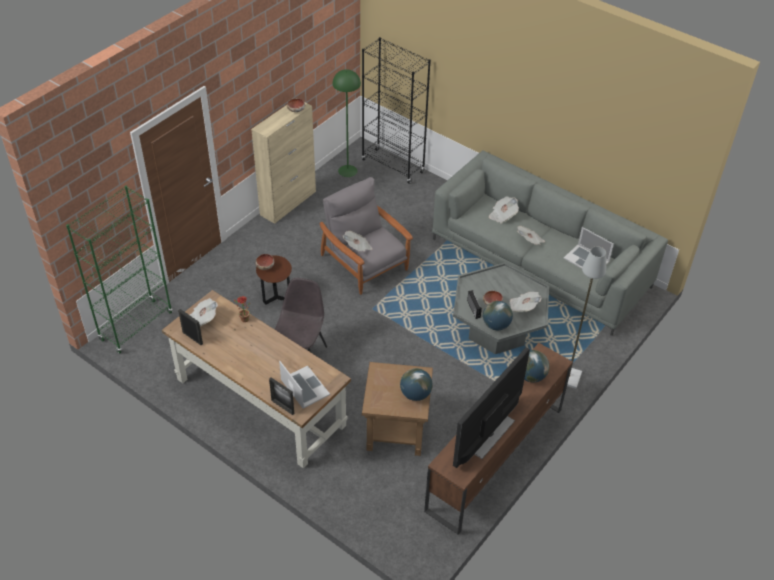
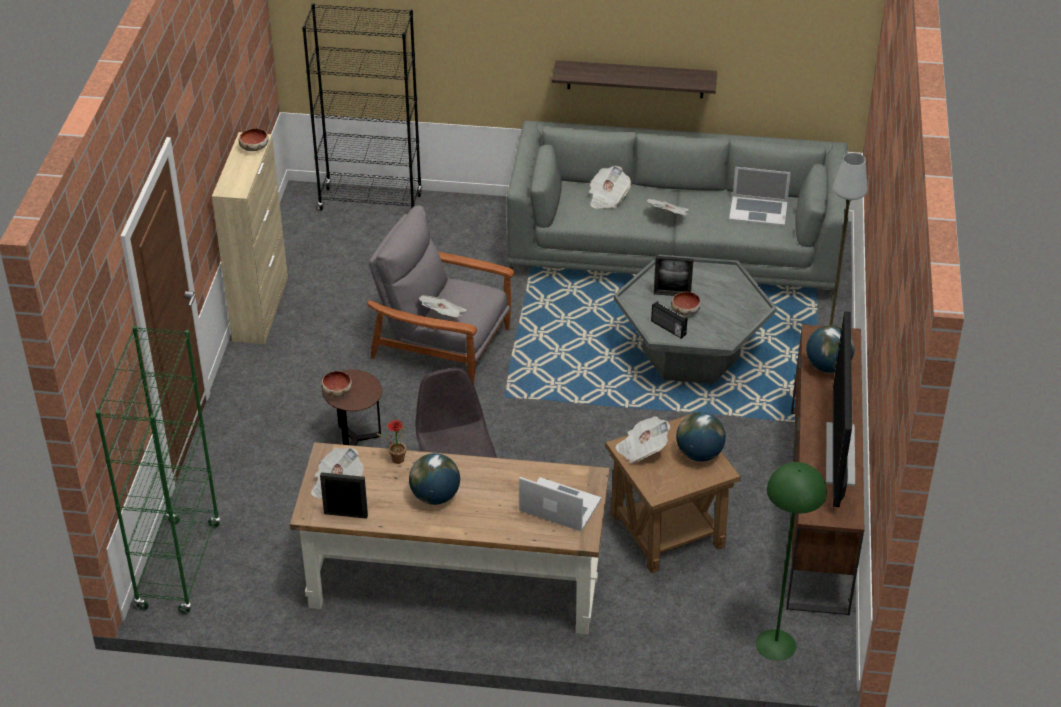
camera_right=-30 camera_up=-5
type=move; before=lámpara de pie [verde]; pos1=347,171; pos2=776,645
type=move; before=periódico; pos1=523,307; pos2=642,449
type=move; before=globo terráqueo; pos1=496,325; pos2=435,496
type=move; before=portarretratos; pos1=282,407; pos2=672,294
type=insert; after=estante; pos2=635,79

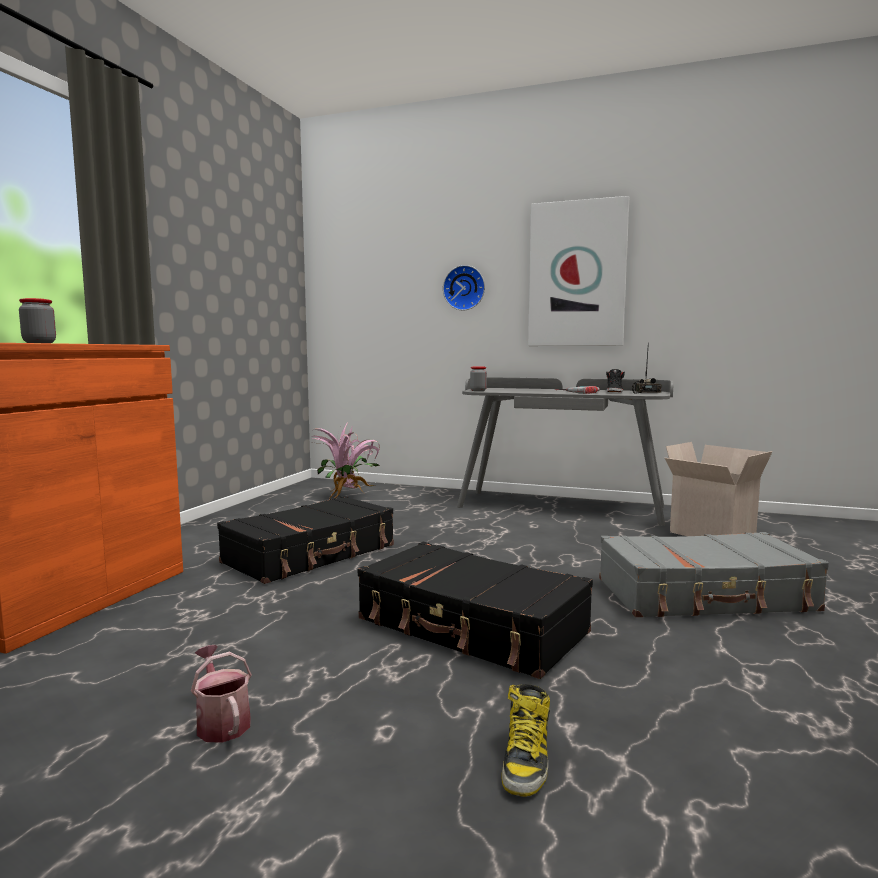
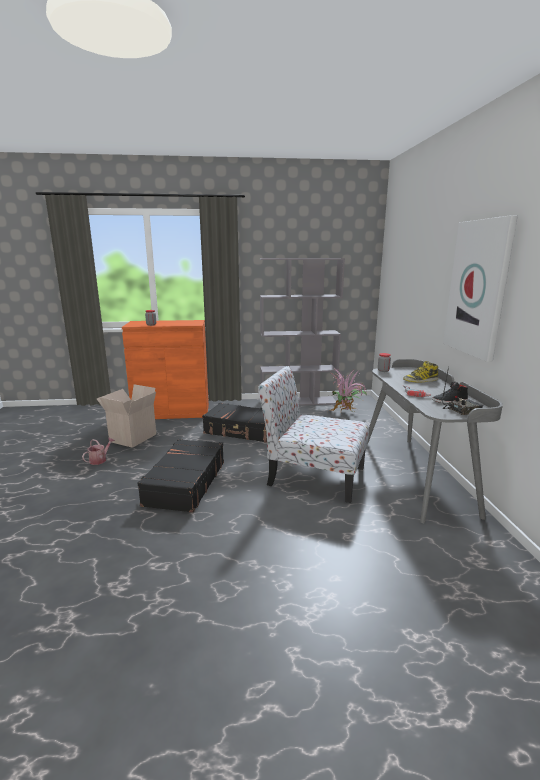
camera_right=65 camera_up=10
type=delete; before=reloj de pared; pos1=464,288
type=move; before=caja de cartón; pos1=710,534; pos2=132,437
type=delete; before=maleta [gris]; pos1=705,595
type=move; before=bota; pos1=526,759; pos2=420,380
type=insert; after=estantería [gris]; pos2=298,401
type=insert; after=silla; pos2=313,476

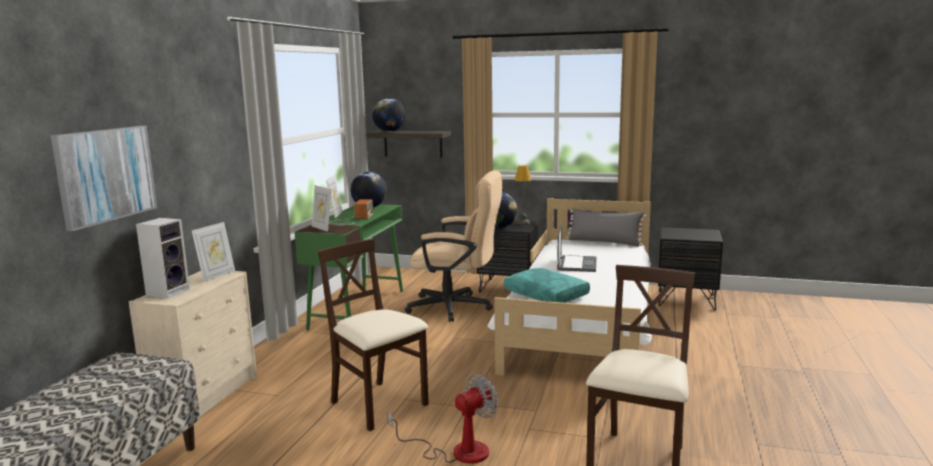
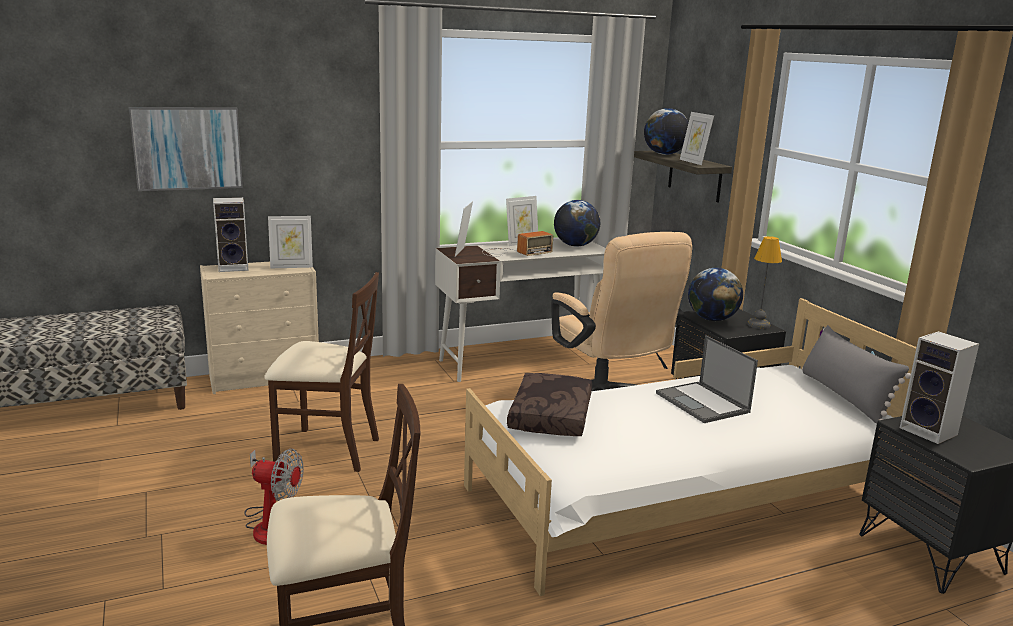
camera_right=50 camera_up=5
type=recolor; before=escritorio [verde]; after=escritorio [blanco]; pos1=358,308; pos2=521,361
type=rotate; before=portátil; pos1=577,264; pos2=703,403; turn=90
type=rotate; before=silla [beis]; pos1=378,404; pos2=327,450; turn=90
type=recolor; before=cojín [turquesa]; after=cojín [marrón]; pos1=547,295; pos2=552,417
type=insert; after=portarretratos; pos2=693,162
type=insert; after=altavoz; pos2=930,432

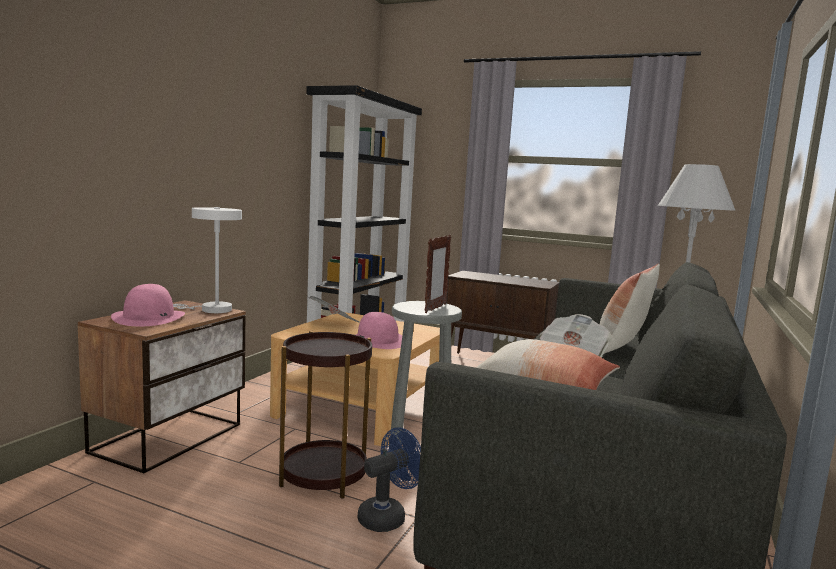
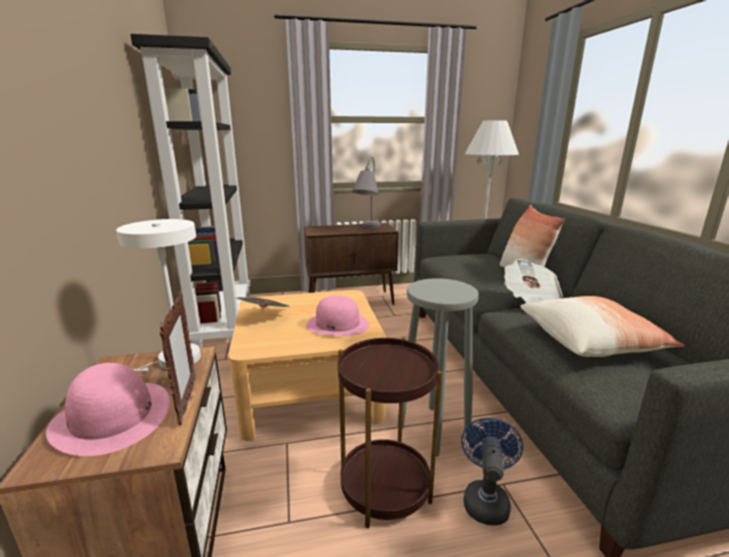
camera_right=-35 camera_up=10
type=move; before=portarretratos; pos1=435,308; pos2=187,401
type=insert; after=lámpara de mesa [gris]; pos2=367,228

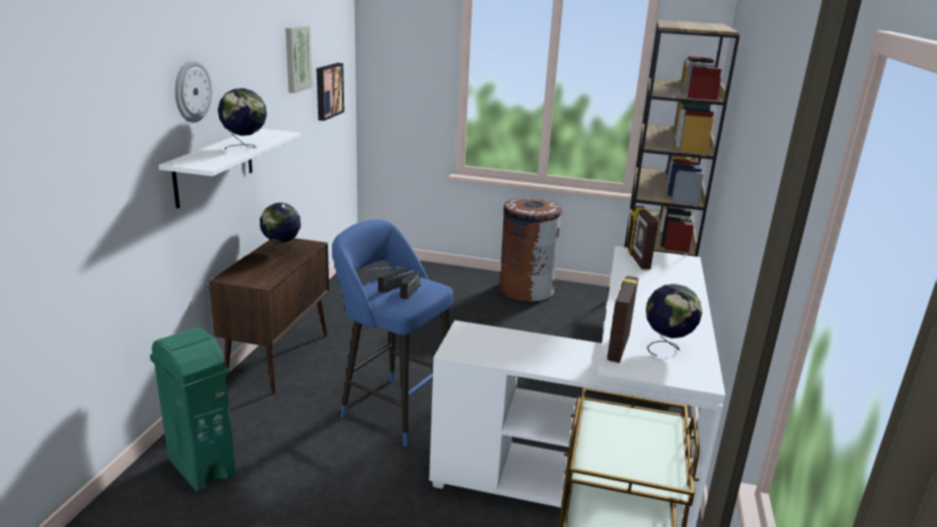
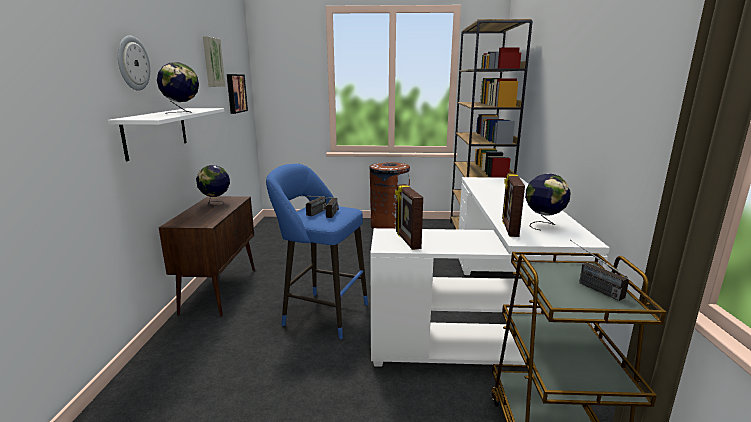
camera_right=-10 camera_up=-5
type=move; before=portarretratos; pos1=637,260; pos2=407,240
type=delete; before=papelera [verde]; pos1=201,466
type=insert; after=radio; pos2=589,286

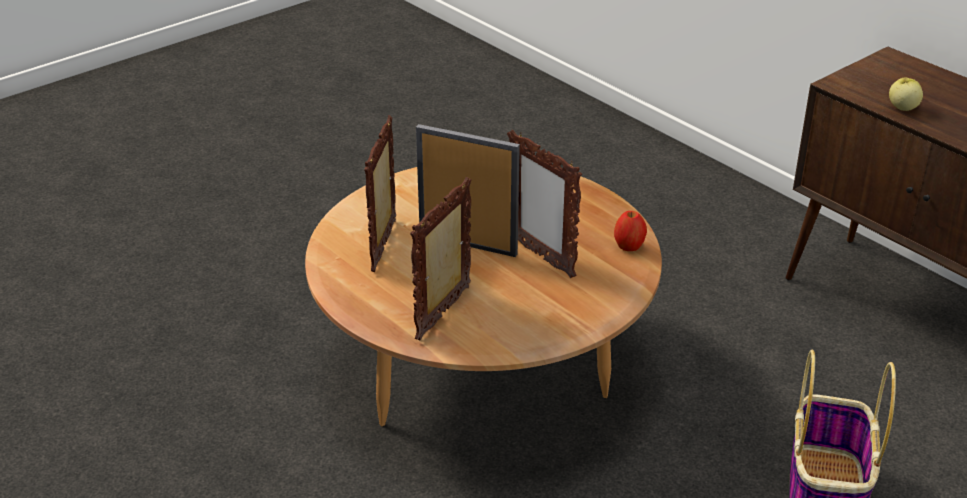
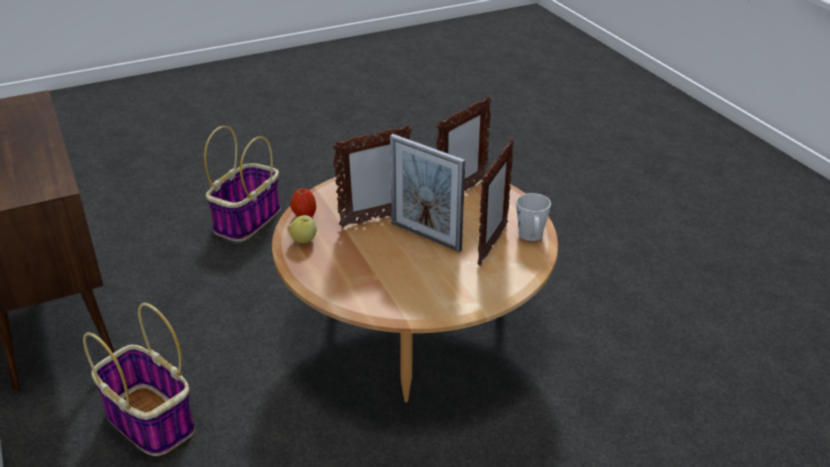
camera_right=-165 camera_up=0
type=move; before=manzana; pos1=902,108; pos2=304,240
type=rotate; before=portarretratos; pos1=540,256; pos2=375,219; turn=90
type=insert; after=taza grande [gris]; pos2=531,237
type=insert; after=cesta; pos2=148,420

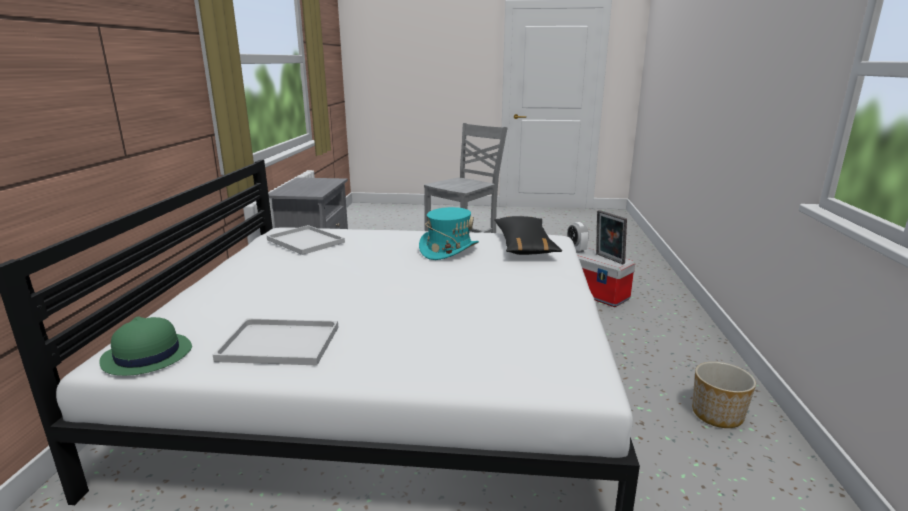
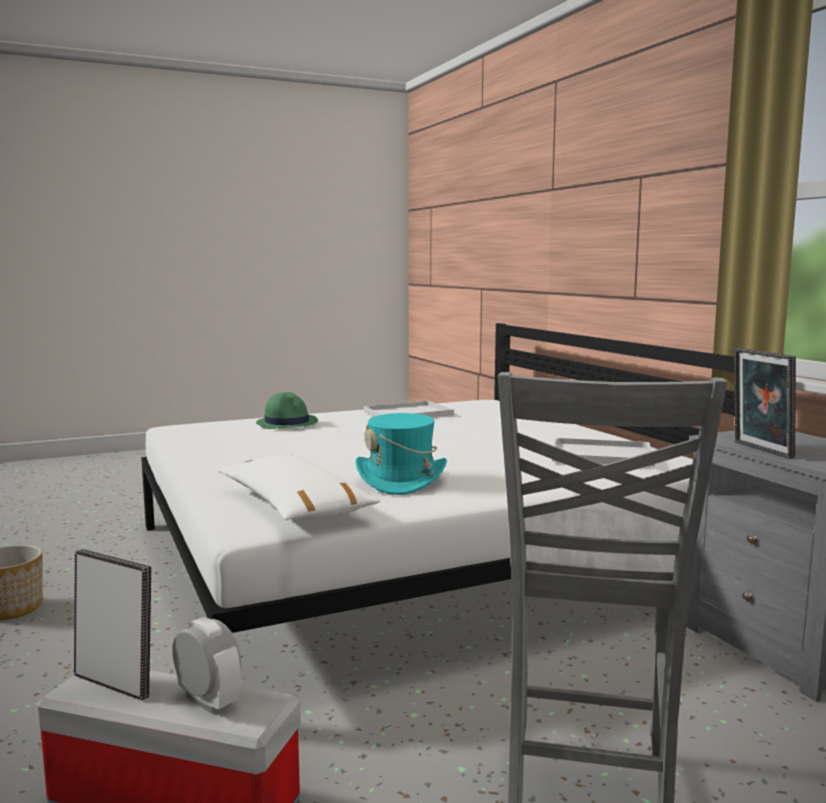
camera_right=150 camera_up=-10
type=recolor; before=cojín [negro]; after=cojín [blanco]; pos1=524,245; pos2=294,506
type=move; before=sombrero [verde]; pos1=147,355; pos2=287,423
type=insert; after=portarretratos; pos2=759,450

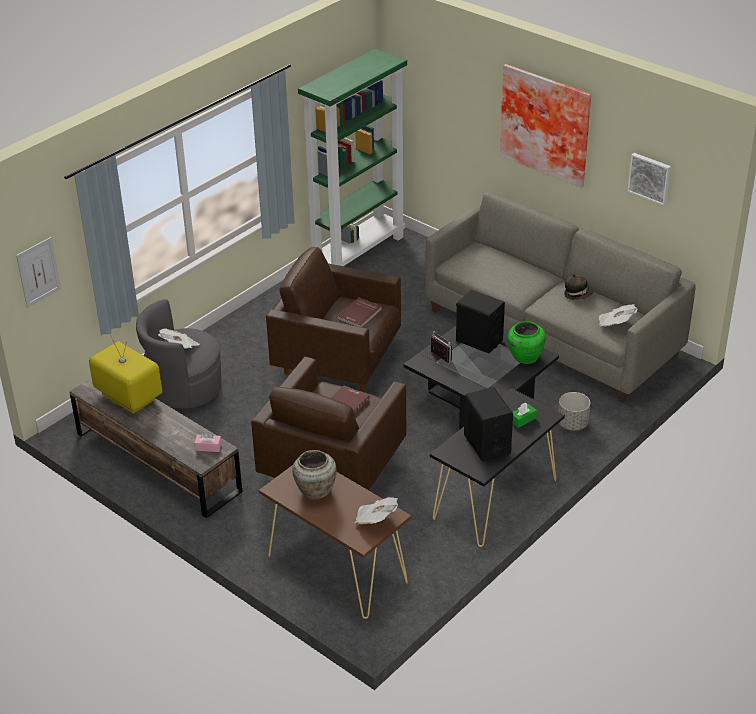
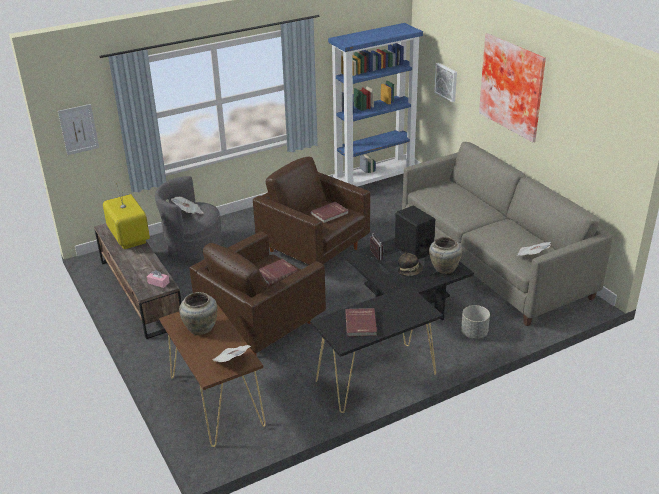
camera_right=20 camera_up=-5
type=recolor; before=estantería [verde]; after=estantería [azul]; pos1=358,251; pos2=374,181
type=move; before=cuadro; pos1=650,178; pos2=446,82
type=move; before=sombrero; pos1=577,294; pos2=410,271
type=recolor; before=florero [verde]; after=florero [beis]; pos1=524,357; pos2=444,268
type=replace; before=altavoz [negro]; after=libro [rojo]; pos1=486,444; pos2=361,324
type=delete; before=caja de pañuelos [verde]; pos1=523,419

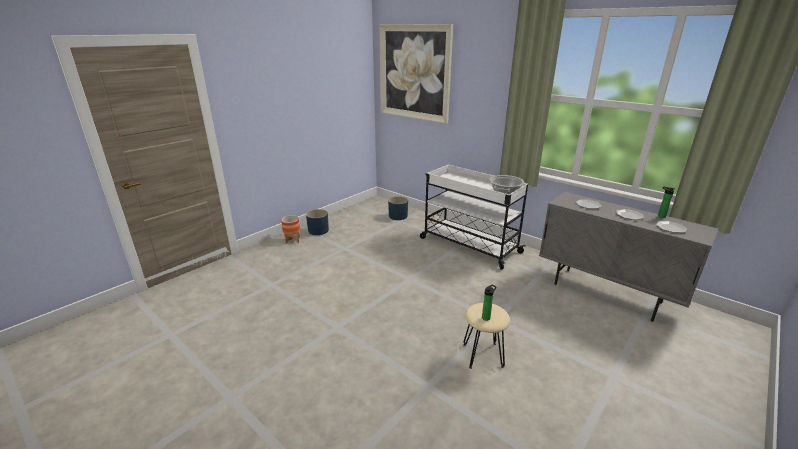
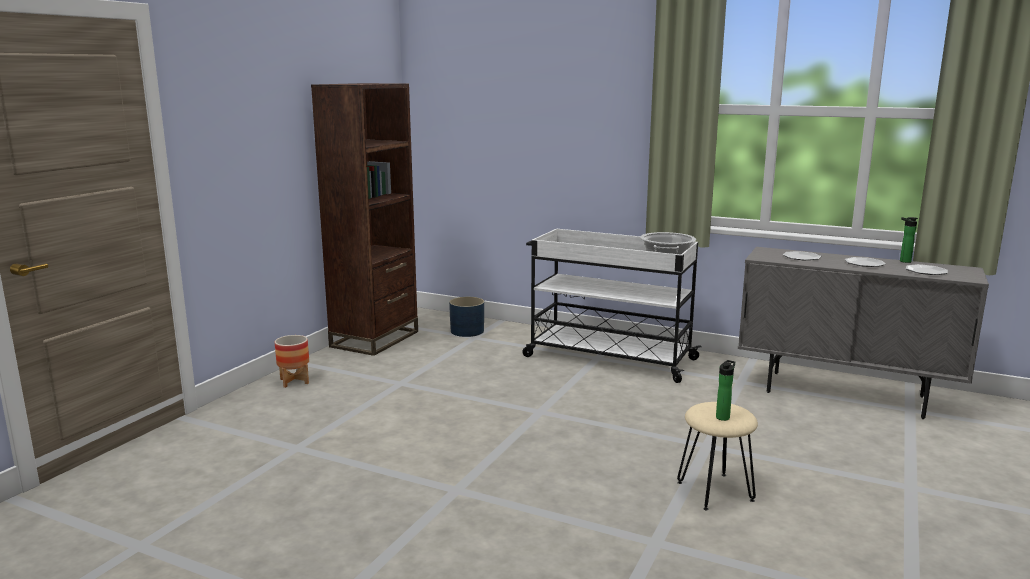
camera_right=-15 camera_up=-10
type=delete; before=cuadro; pos1=414,72
type=delete; before=maceta [azul]; pos1=318,230
type=insert; after=estantería [marrón]; pos2=375,339

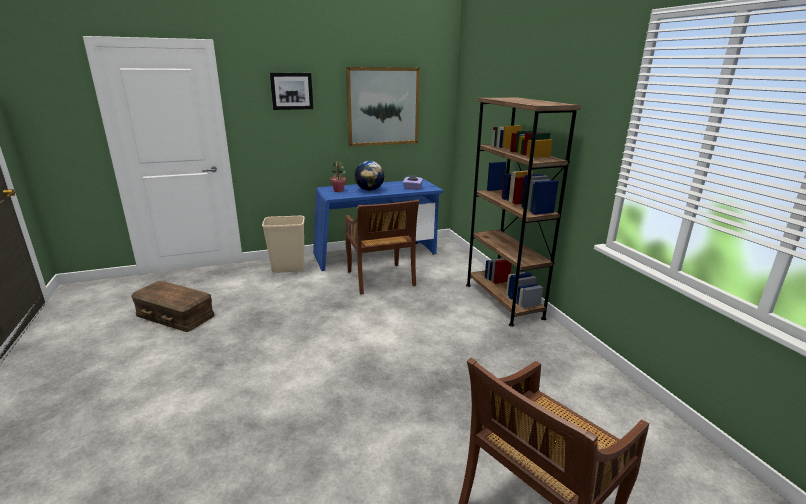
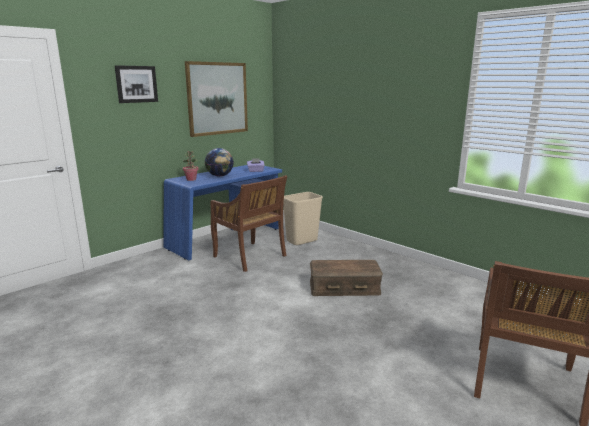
camera_right=-25 camera_up=-5
type=delete; before=estantería [marrón]; pos1=503,301
type=move; before=papelera [beis]; pos1=287,269; pos2=302,241
type=move; before=caja de almacenaje [marrón]; pos1=174,316; pos2=344,288

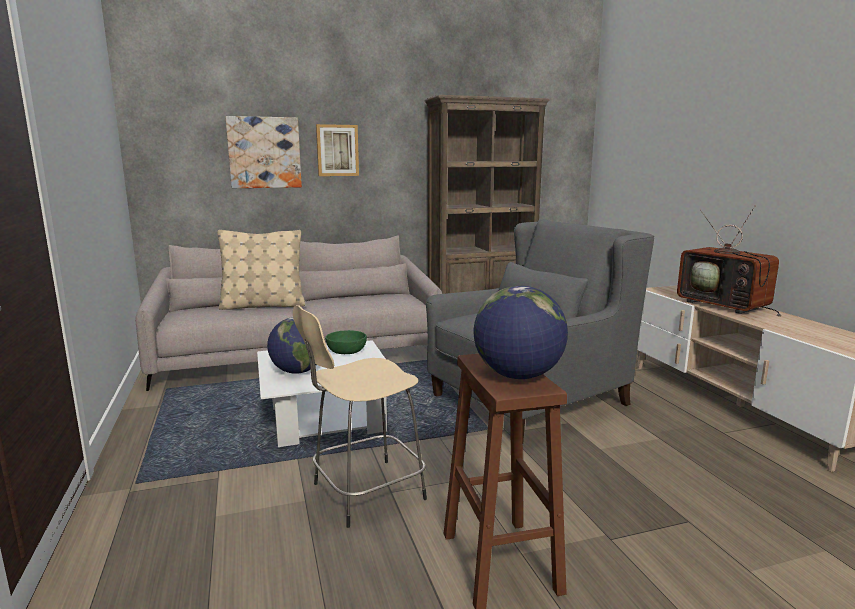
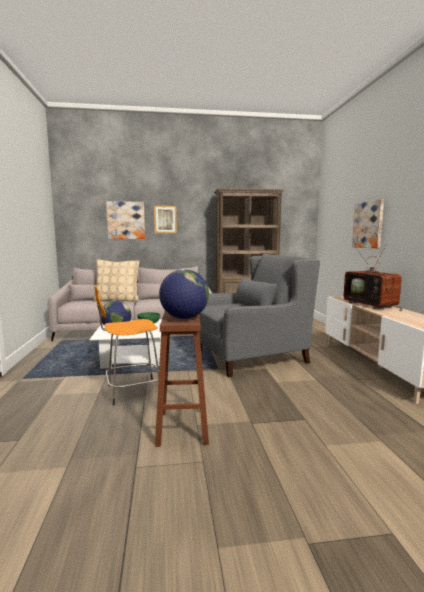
camera_right=10 camera_up=-5
type=recolor; before=taburete [beis]; after=taburete [naranja]; pos1=364,492; pos2=131,391
type=insert; after=cuadro; pos2=368,225

